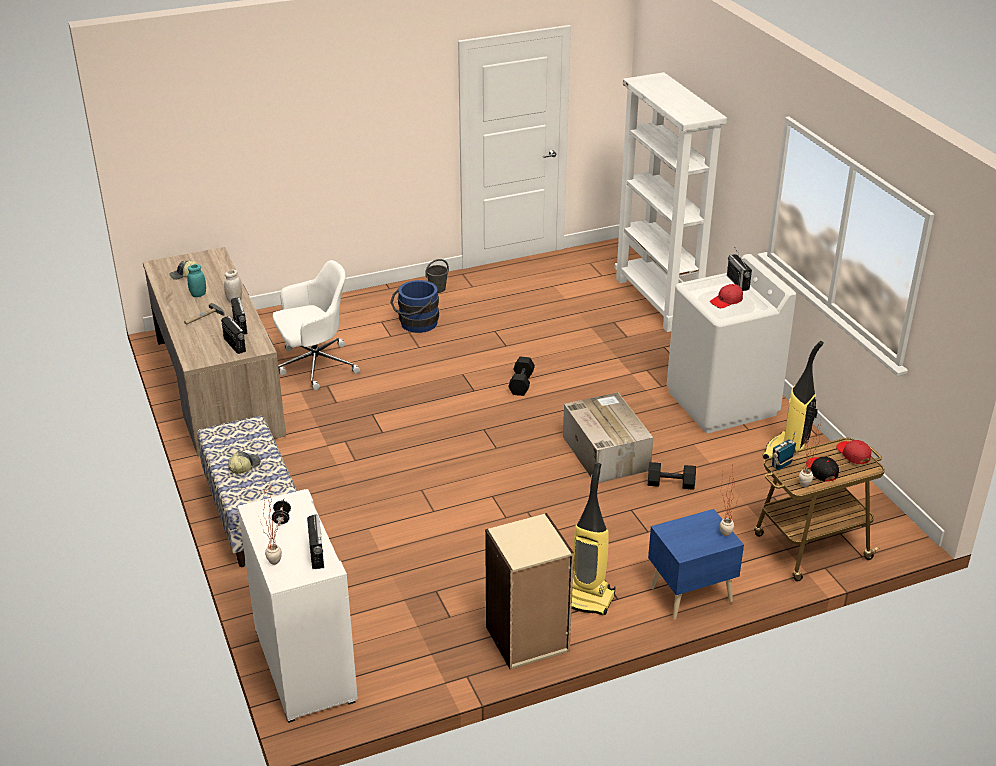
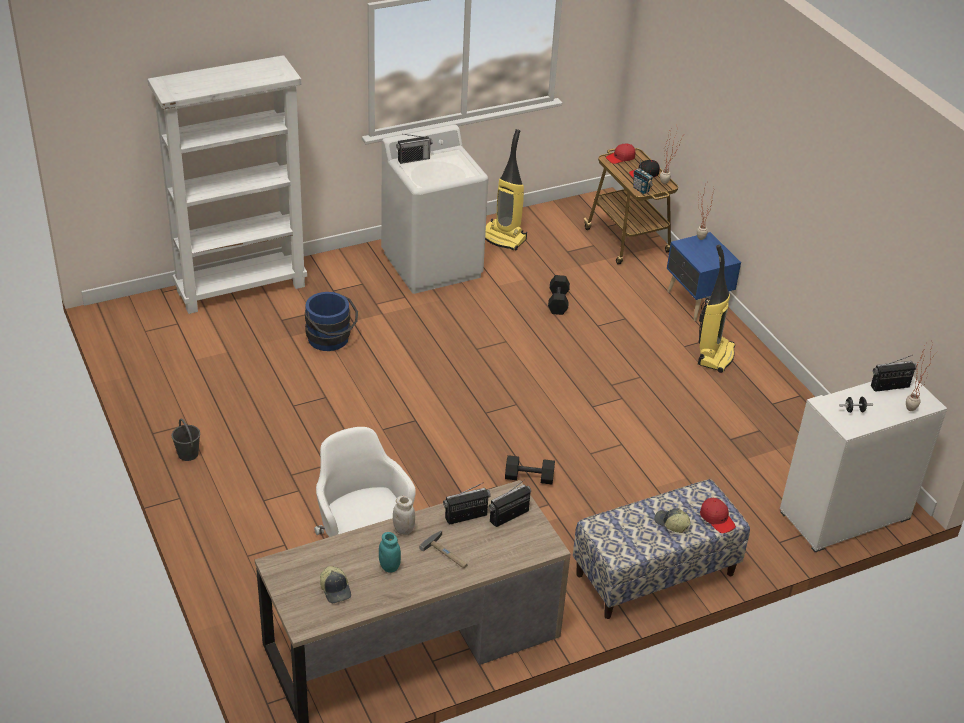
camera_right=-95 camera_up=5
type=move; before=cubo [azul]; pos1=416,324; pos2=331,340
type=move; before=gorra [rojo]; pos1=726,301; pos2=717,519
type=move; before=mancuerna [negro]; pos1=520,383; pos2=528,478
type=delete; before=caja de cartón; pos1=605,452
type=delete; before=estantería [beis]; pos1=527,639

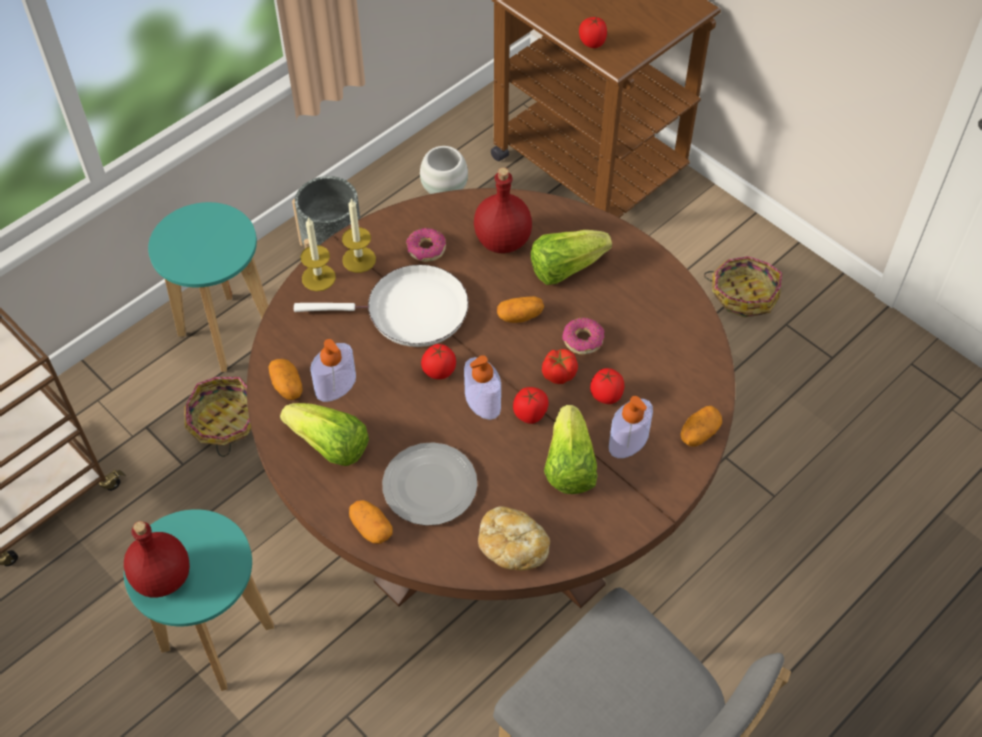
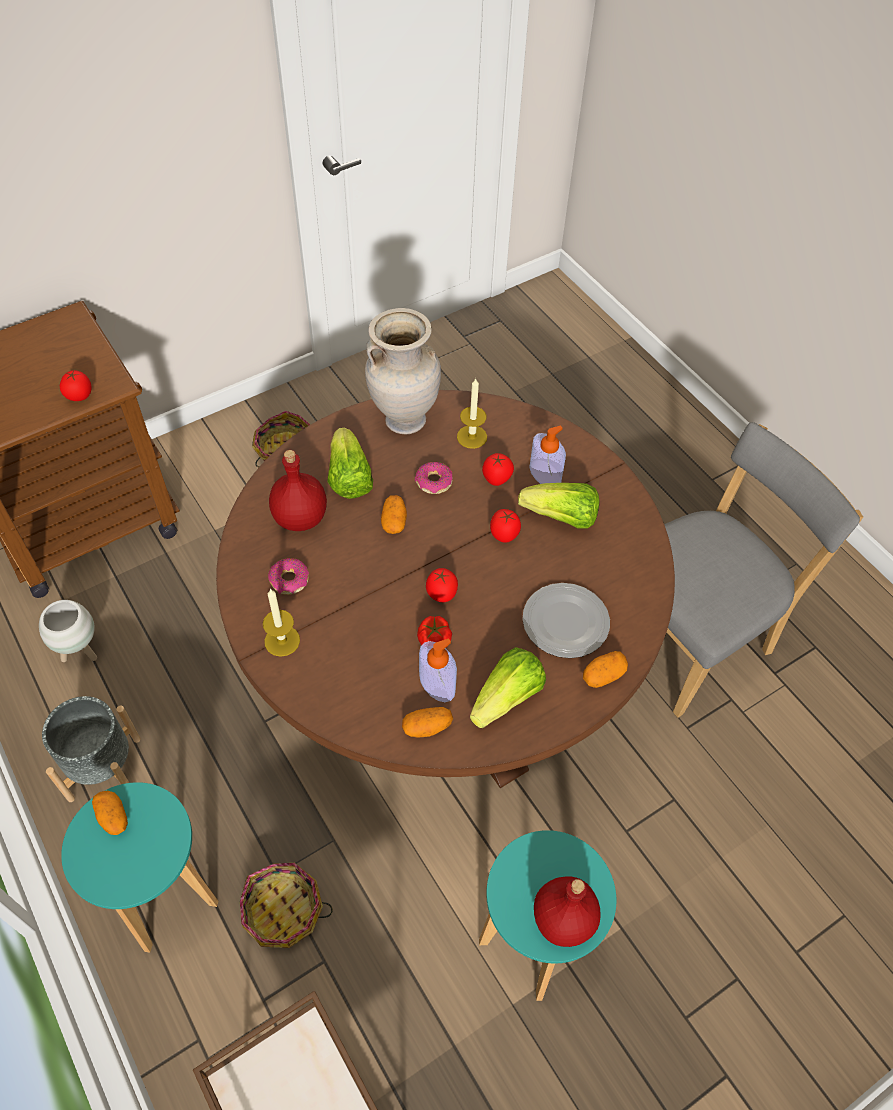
camera_right=-80 camera_up=0
type=move; before=vela; pos1=318,278; pos2=472,437
type=delete; before=sartén [blanco]; pos1=410,311
type=move; before=tomate; pos1=558,374; pos2=434,641
type=delete; before=dispensador de jabón; pos1=482,402
type=move; before=patata; pos1=699,433; pos2=113,817
type=delete; before=pan; pos1=512,547
type=insert; after=florero [beis]; pos2=404,420

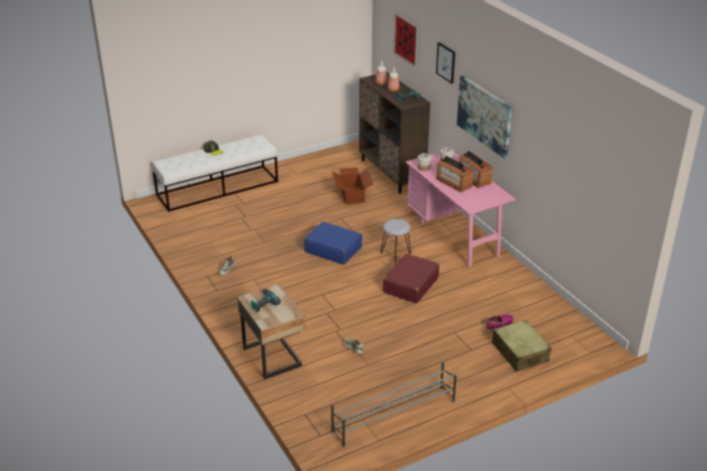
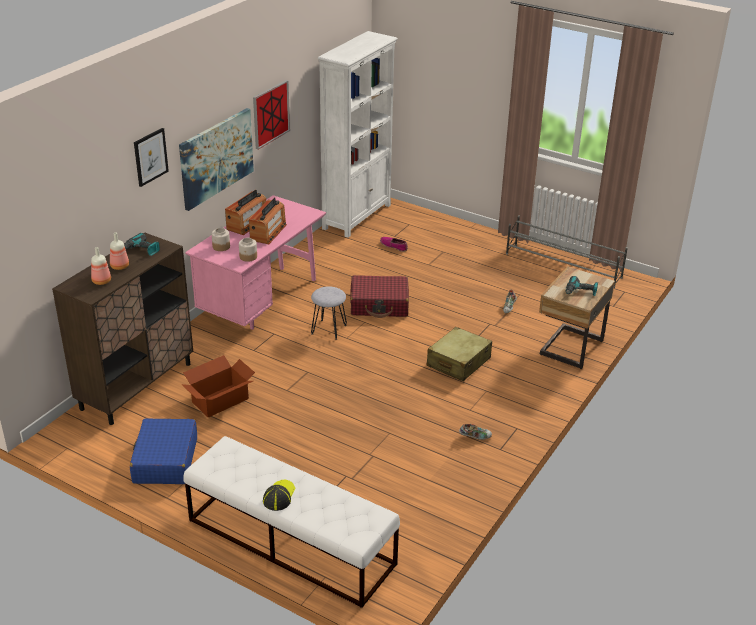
camera_right=-120 camera_up=0
type=move; before=cuadro; pos1=406,40; pos2=271,114
type=move; before=maleta [azul]; pos1=333,249; pos2=165,460
type=move; before=maleta [beis]; pos1=519,352; pos2=458,362
type=insert; after=estantería [blanco]; pos2=357,216

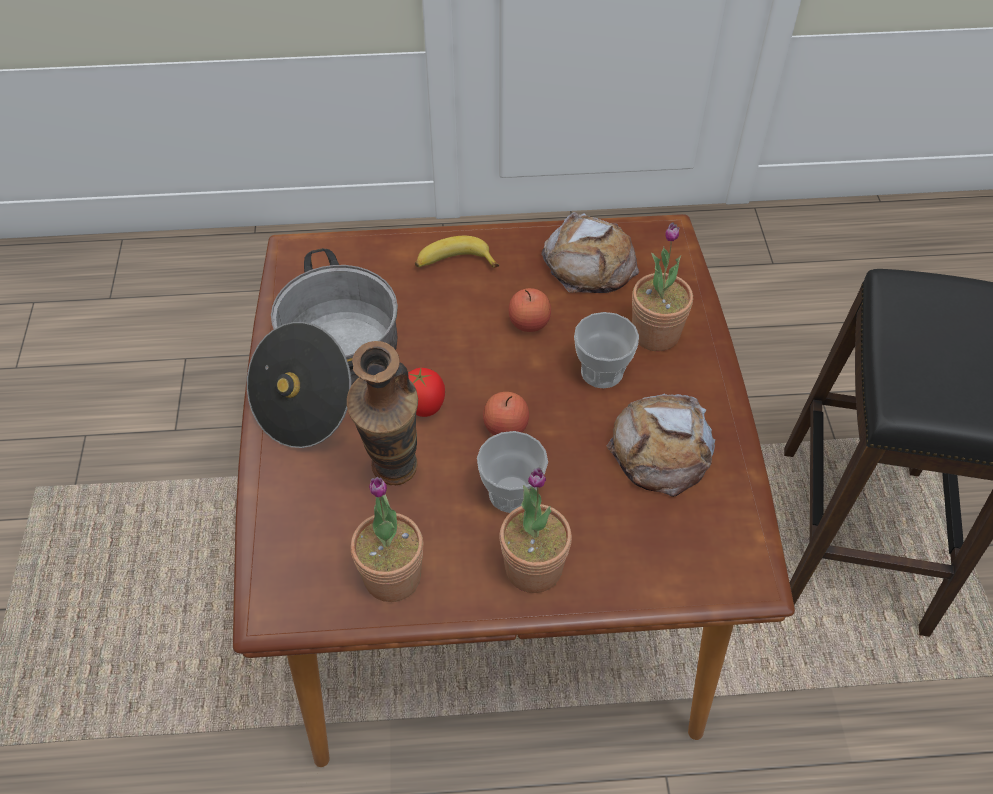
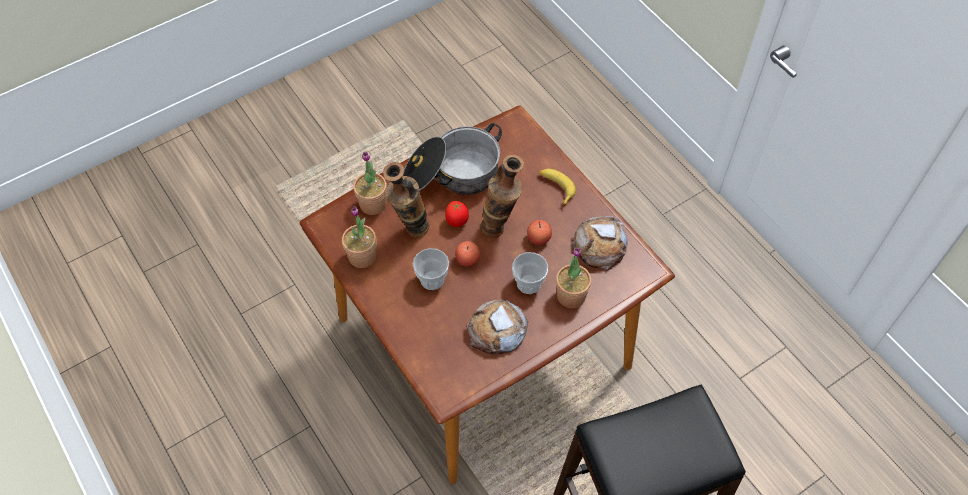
camera_right=60 camera_up=5
type=move; before=planta en maceta; pos1=533,568; pos2=373,204
type=insert; after=florero; pos2=500,229

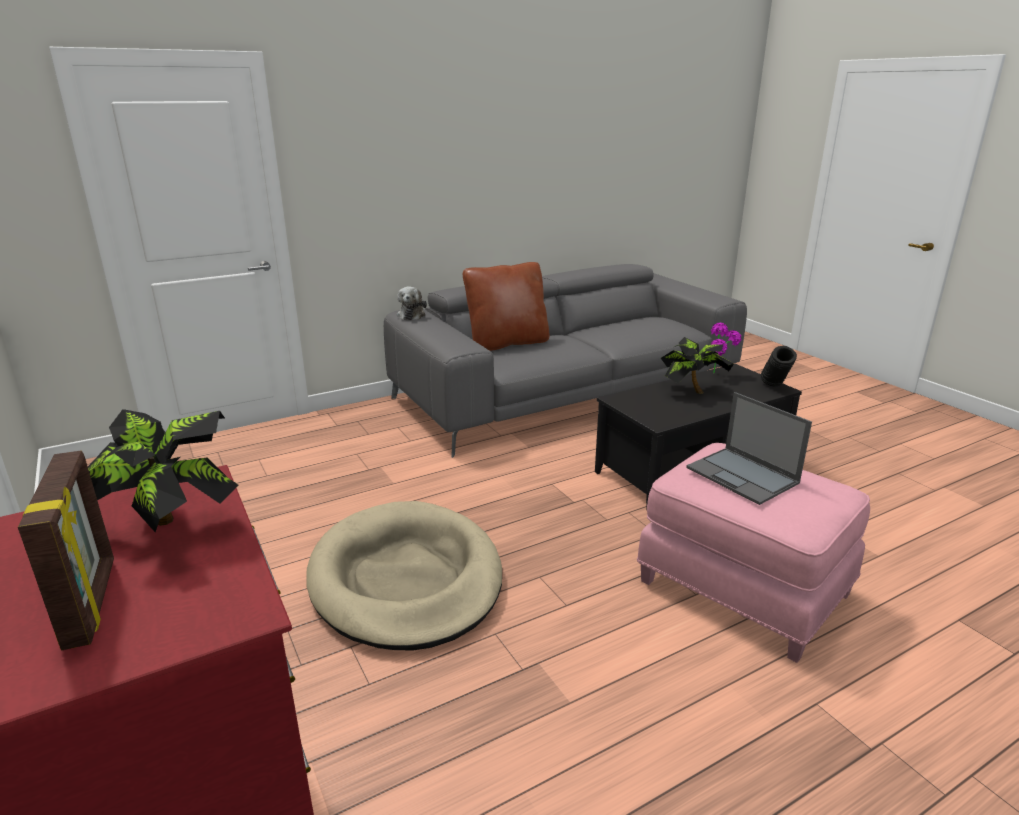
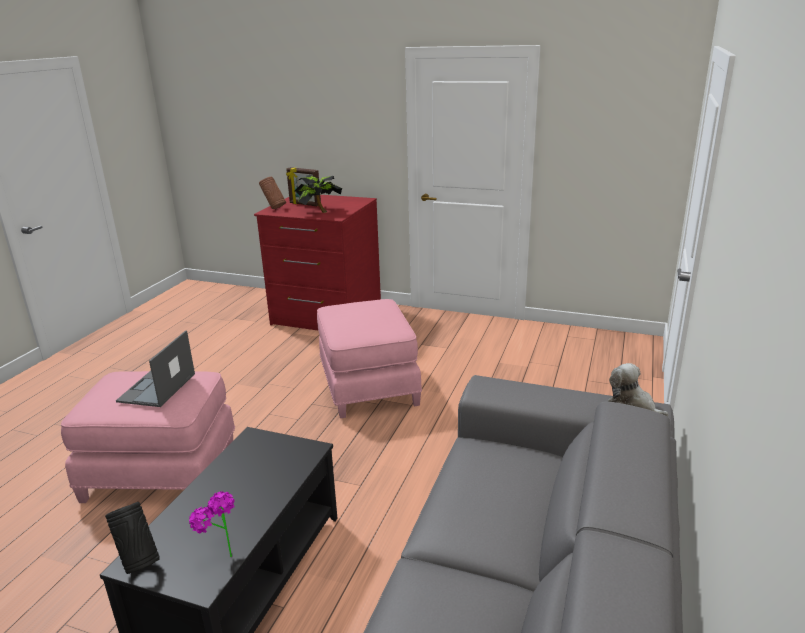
camera_right=140 camera_up=0
type=delete; before=cojín [marrón]; pos1=507,343
type=delete; before=planta en maceta; pos1=690,391
type=rotate; before=portátil; pos1=743,476; pos2=157,388; turn=-90
type=replace; before=cama para perro [beis]; after=puf [rosa]; pos1=406,579; pos2=367,386
type=insert; after=florero [marrón]; pos2=274,208

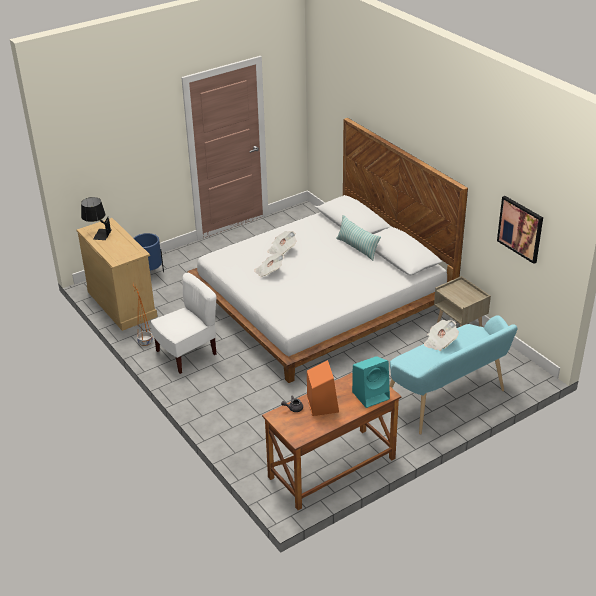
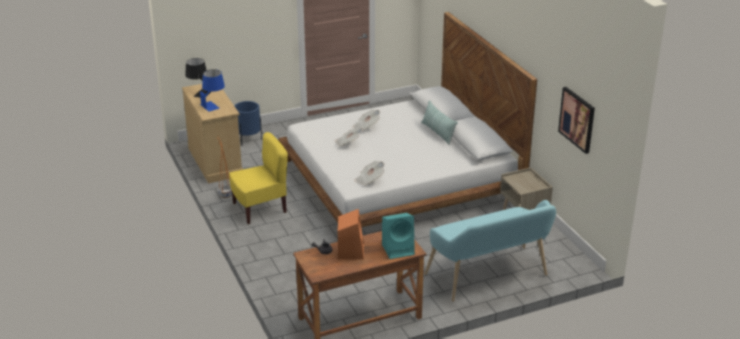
camera_right=10 camera_up=-5
type=recolor; before=silla [blanco]; after=silla [amarillo]; pos1=187,353; pos2=260,208
type=move; before=periódico; pos1=440,342; pos2=369,180
type=insert; after=lámpara de mesa [azul]; pos2=213,105

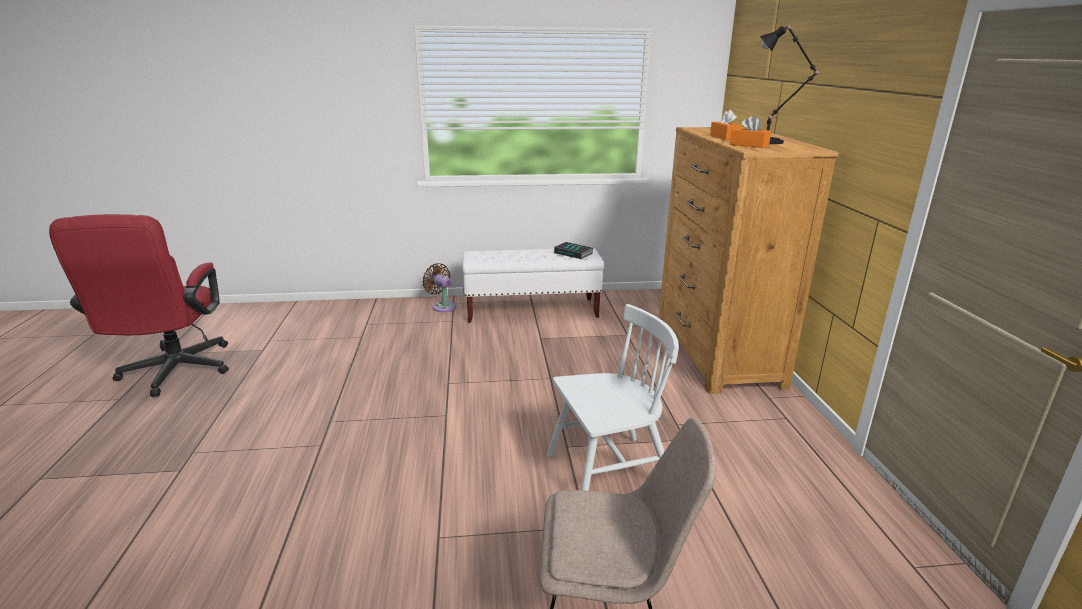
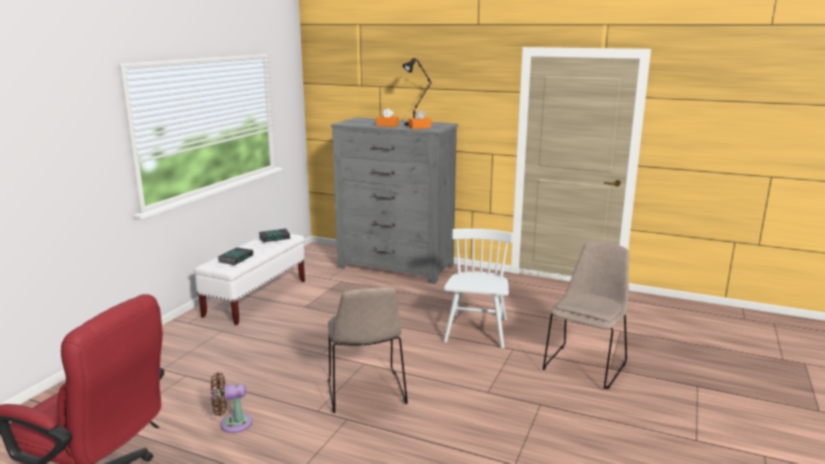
camera_right=-60 camera_up=-5
type=recolor; before=cómoda [marrón]; after=cómoda [gris]; pos1=716,352; pos2=396,266
type=move; before=ventilador [marrón]; pos1=442,306; pos2=232,424
type=insert; after=libro; pos2=235,258
type=insert; after=silla [beis]; pos2=366,393

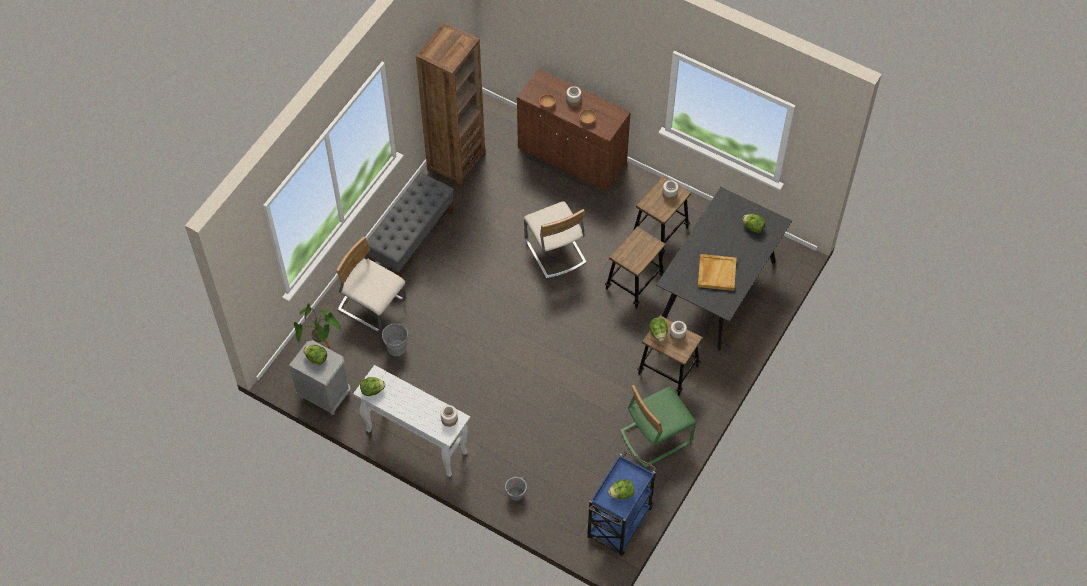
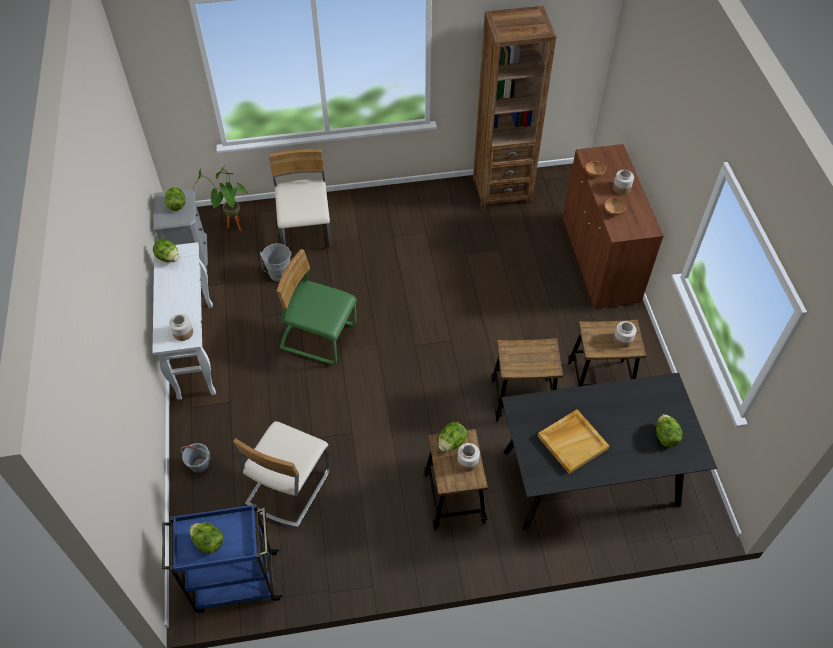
camera_right=50 camera_up=-5
type=delete; before=banco [gris]; pos1=412,239
type=move; before=silla [beis]; pos1=555,252; pos2=288,487
type=move; before=silla [verde]; pos1=655,436; pos2=318,336

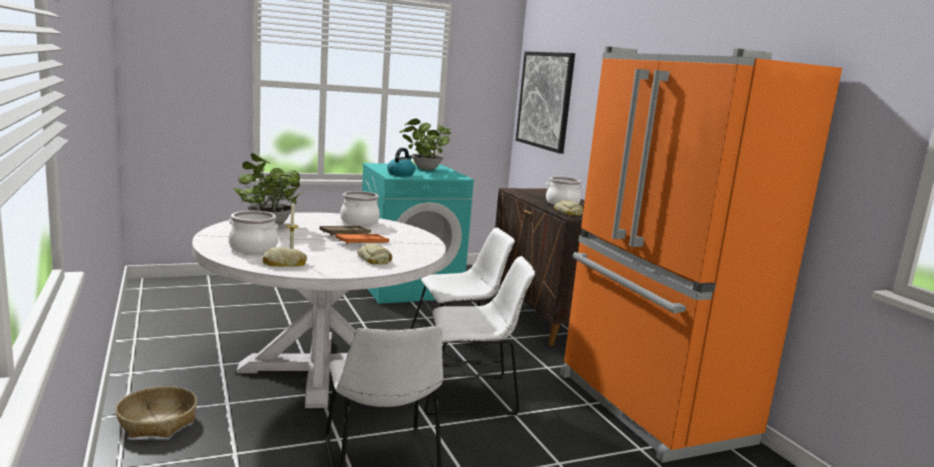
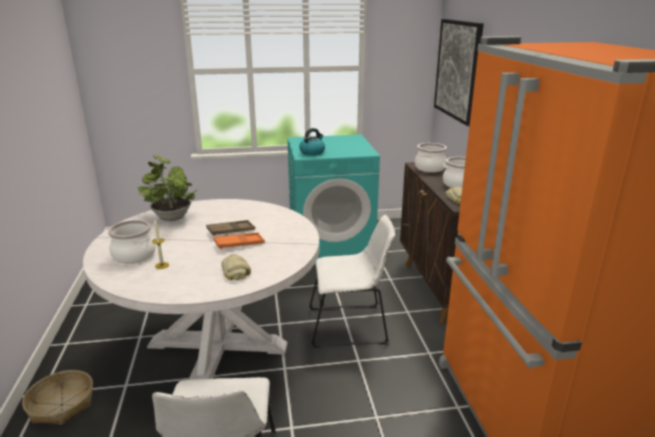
camera_right=15 camera_up=10
type=delete; before=planta en maceta; pos1=424,168
type=move; before=olla; pos1=359,221; pos2=429,168
type=delete; before=pan; pos1=285,263
type=delete; before=silla [blanco]; pos1=471,394

